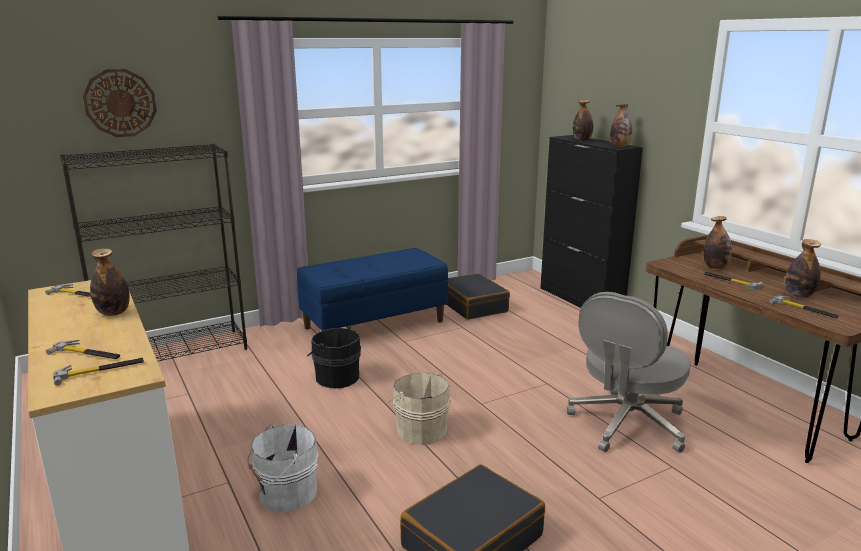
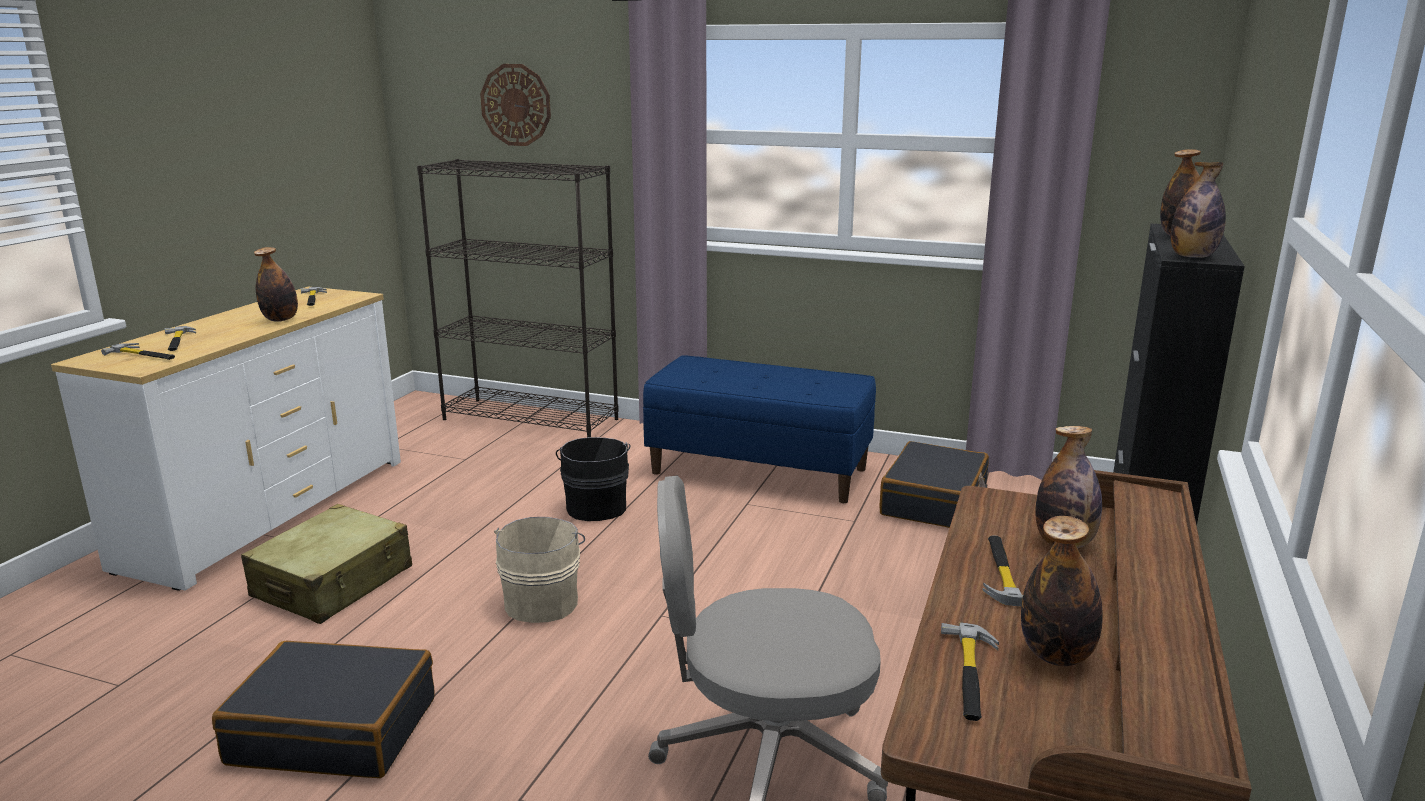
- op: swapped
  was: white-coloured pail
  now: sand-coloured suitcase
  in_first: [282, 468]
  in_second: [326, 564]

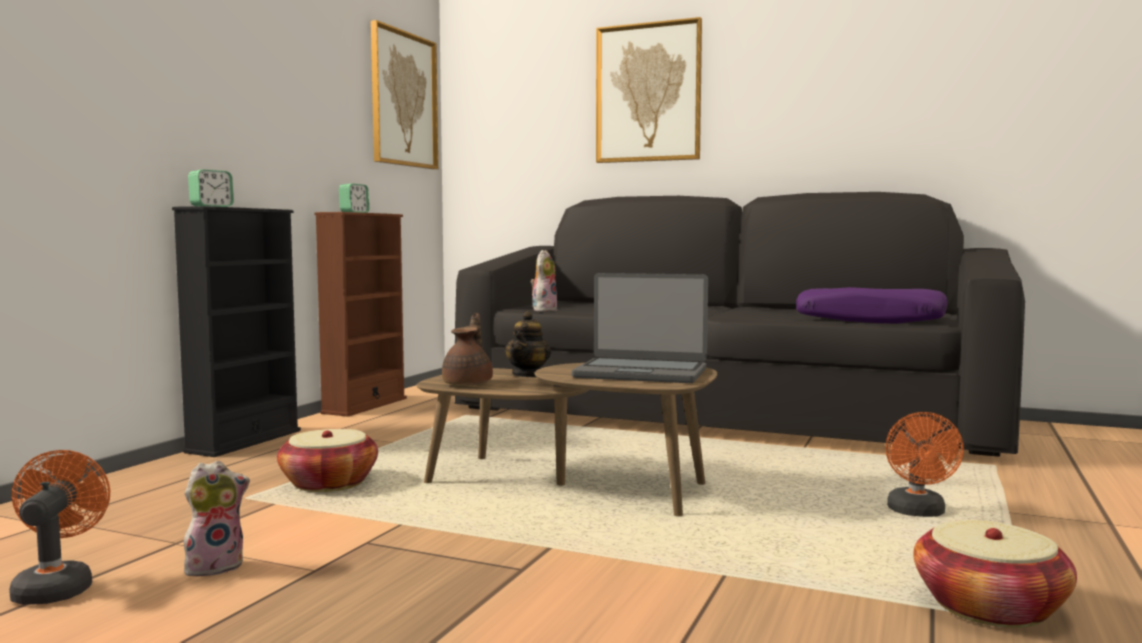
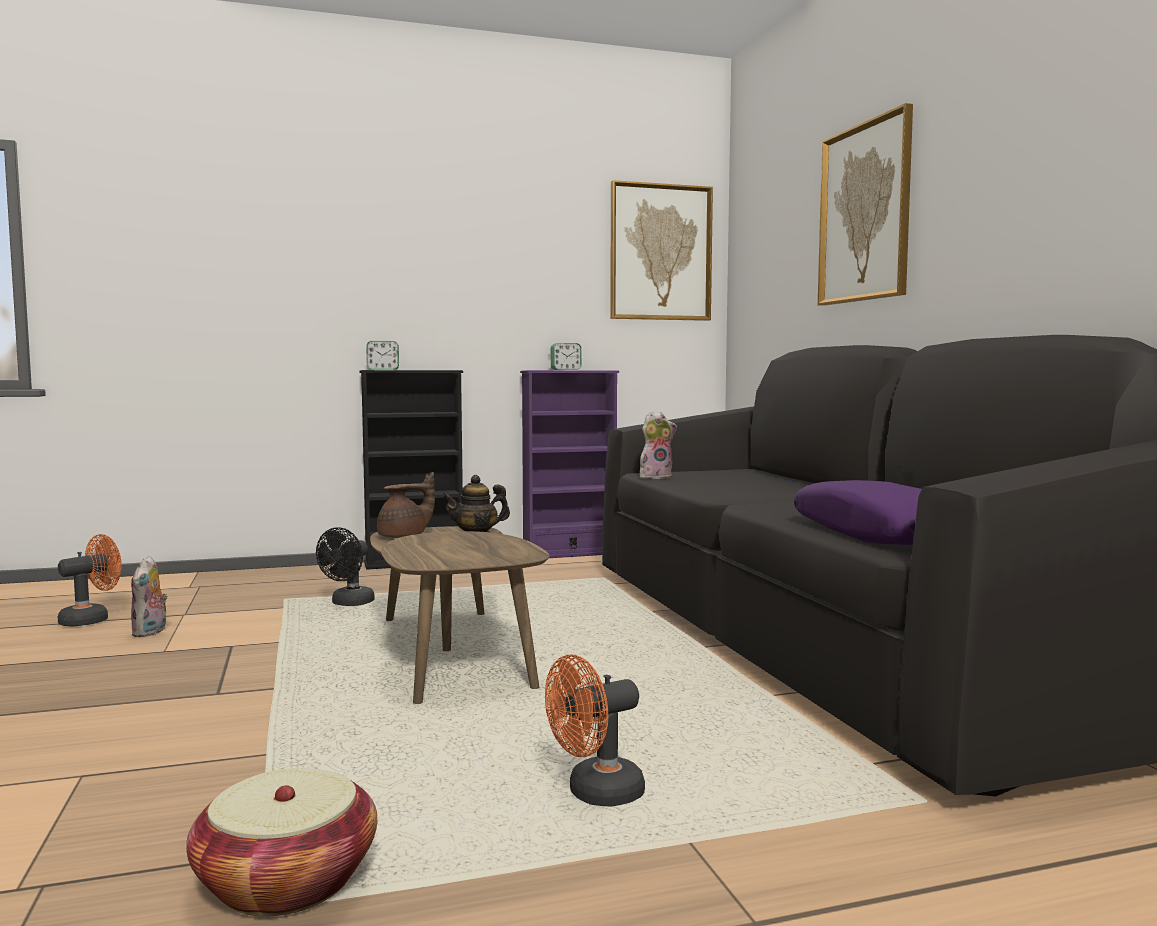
- op: rotated
  was: plush toy
  in_first: [217, 519]
  in_second: [149, 596]
  clockwise: 75
- op: swapped
  was: storage basket
  now: black fan
  in_first: [327, 460]
  in_second: [345, 566]
- op: repainted
  was: brownish bookcase
  now: purple-coloured bookcase
  in_first: [360, 314]
  in_second: [569, 464]
- op: gone
  was: laptop
  in_first: [640, 328]

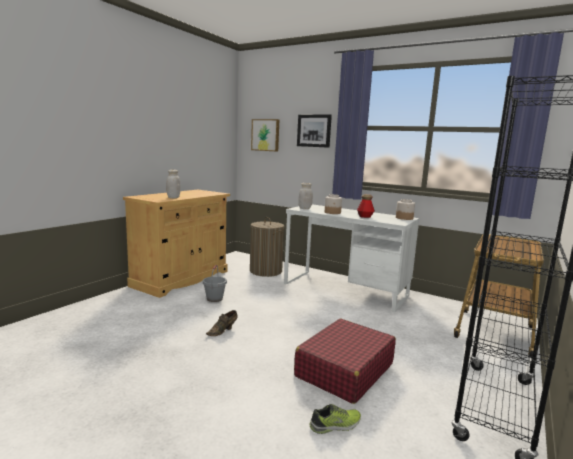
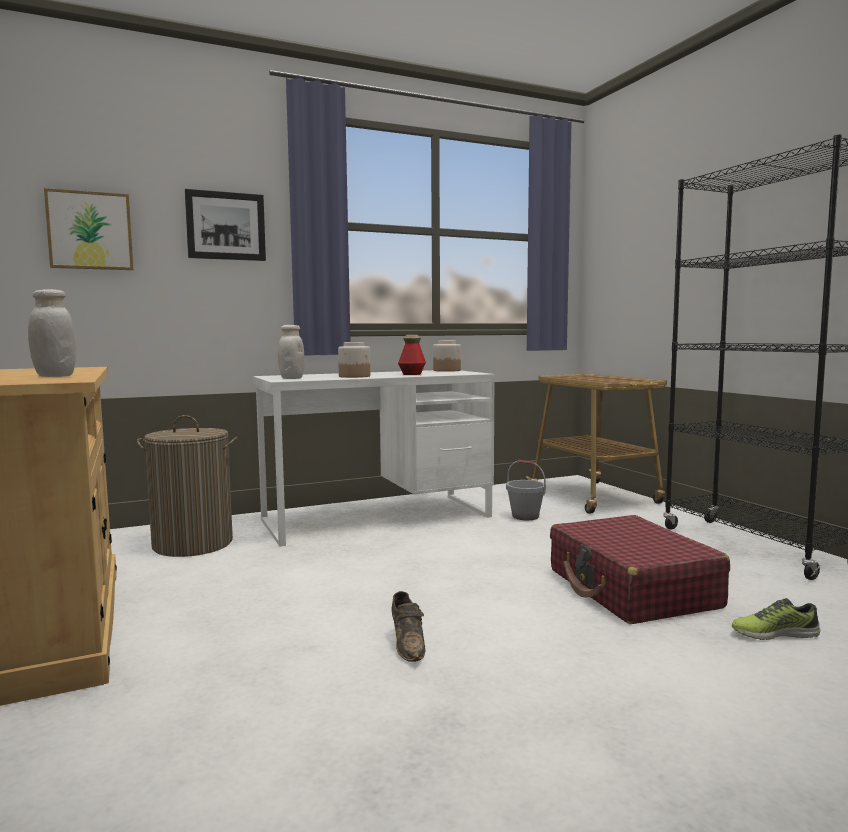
- op: shifted
  was: gray pail
  in_first: [215, 283]
  in_second: [526, 490]
- op: rotated
  was: shoe
  in_first: [335, 419]
  in_second: [776, 619]
  clockwise: -105

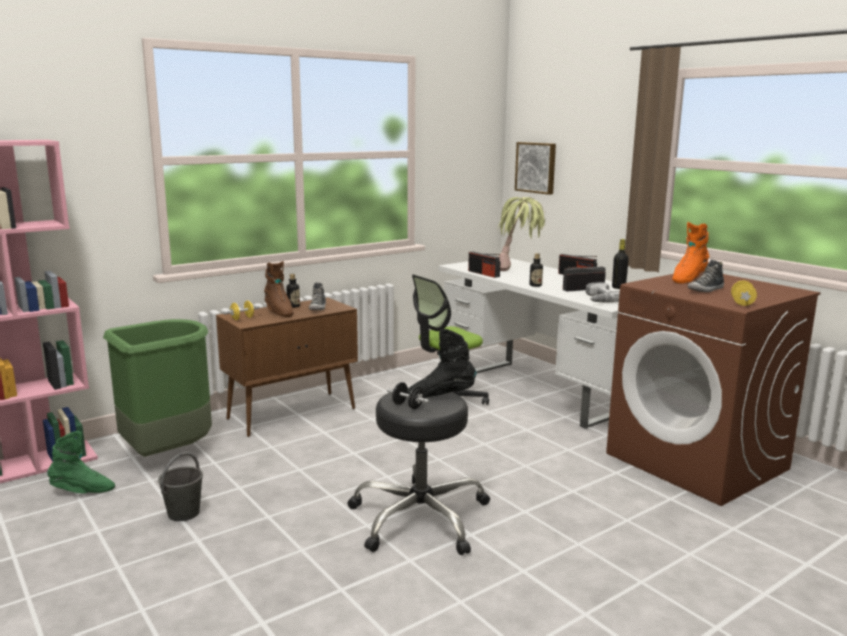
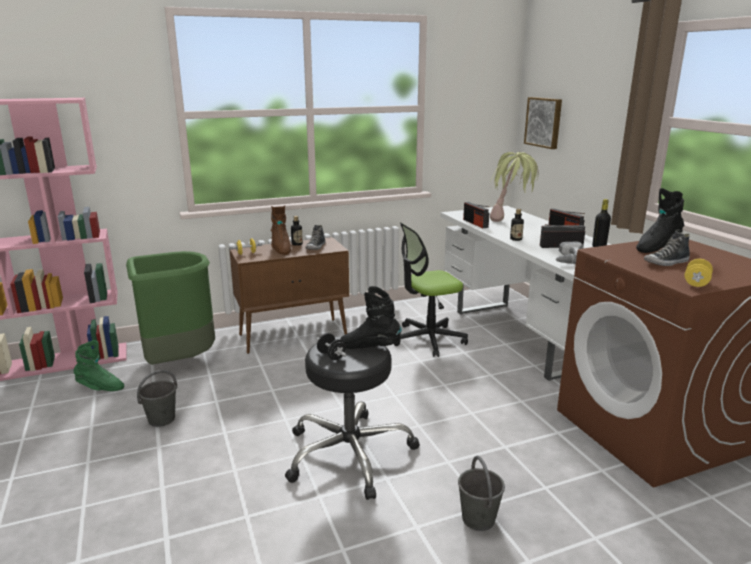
- op: new
  now: gray pail
  in_second: [481, 493]
- op: repainted
  was: orange high-top boot
  now: black high-top boot
  in_first: [690, 253]
  in_second: [660, 220]

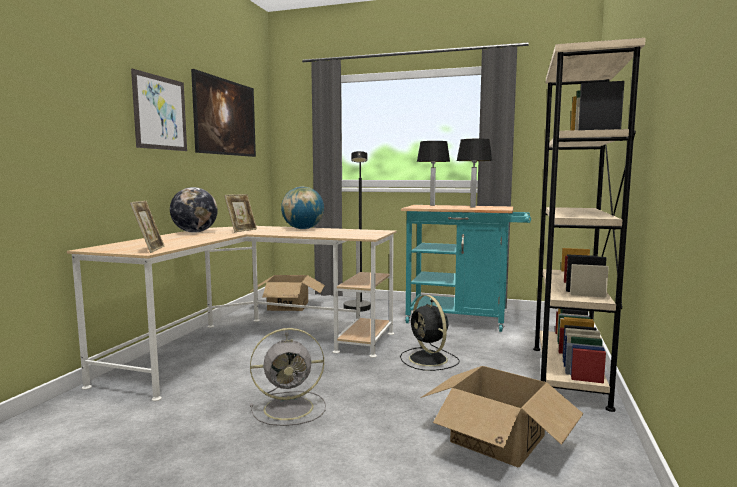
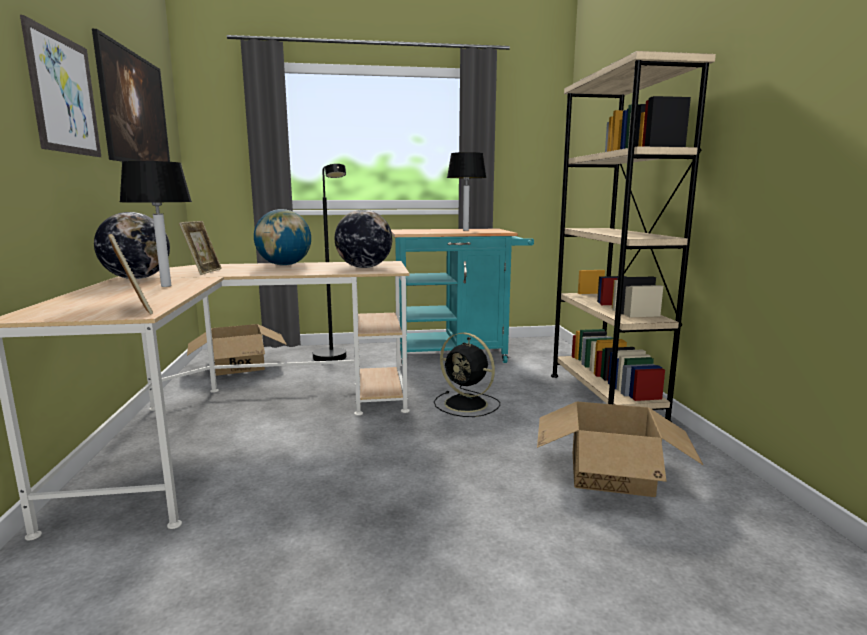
- op: shifted
  was: tabletop lamp
  in_first: [433, 173]
  in_second: [155, 224]
- op: new
  now: desk globe
  in_second: [363, 239]
- op: gone
  was: gray fan
  in_first: [288, 377]

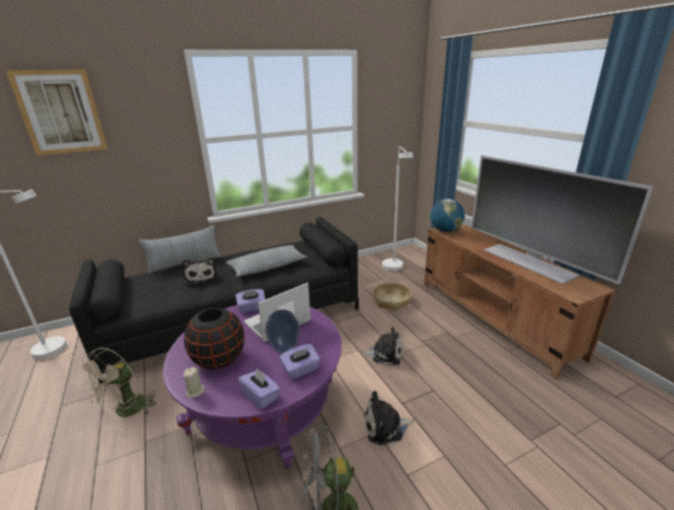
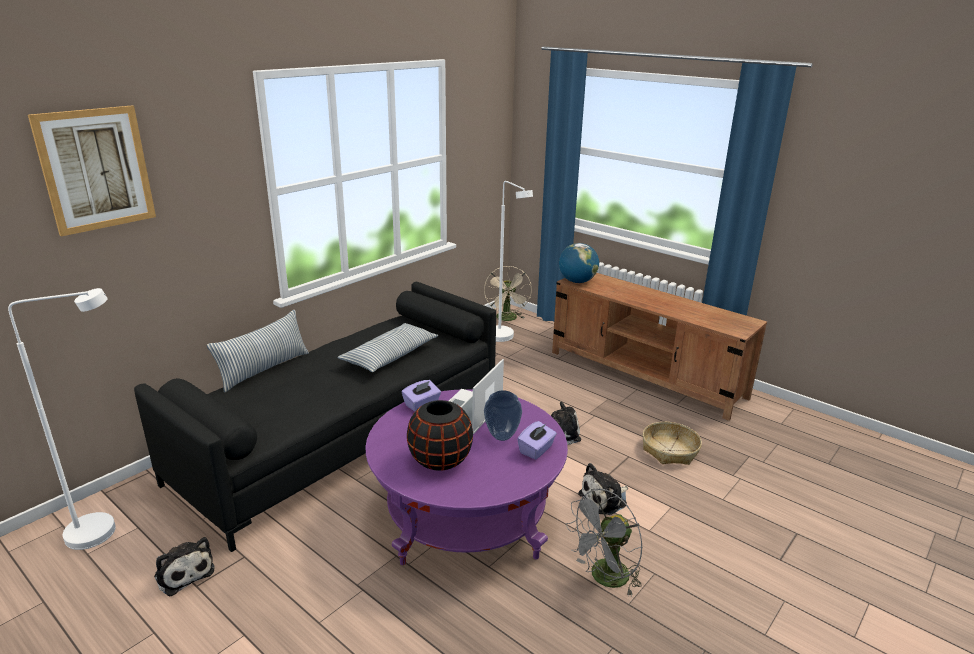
- op: shifted
  was: plush toy
  in_first: [200, 271]
  in_second: [184, 567]
- op: shifted
  was: sand-coloured fan
  in_first: [116, 382]
  in_second: [508, 293]
- op: shifted
  was: storage basket
  in_first: [392, 297]
  in_second: [672, 443]
- op: gone
  was: sand-coloured wax light
  in_first: [194, 382]
- op: gone
  was: purple-coloured tissue box
  in_first: [259, 389]
- op: gone
  was: television
  in_first: [562, 220]

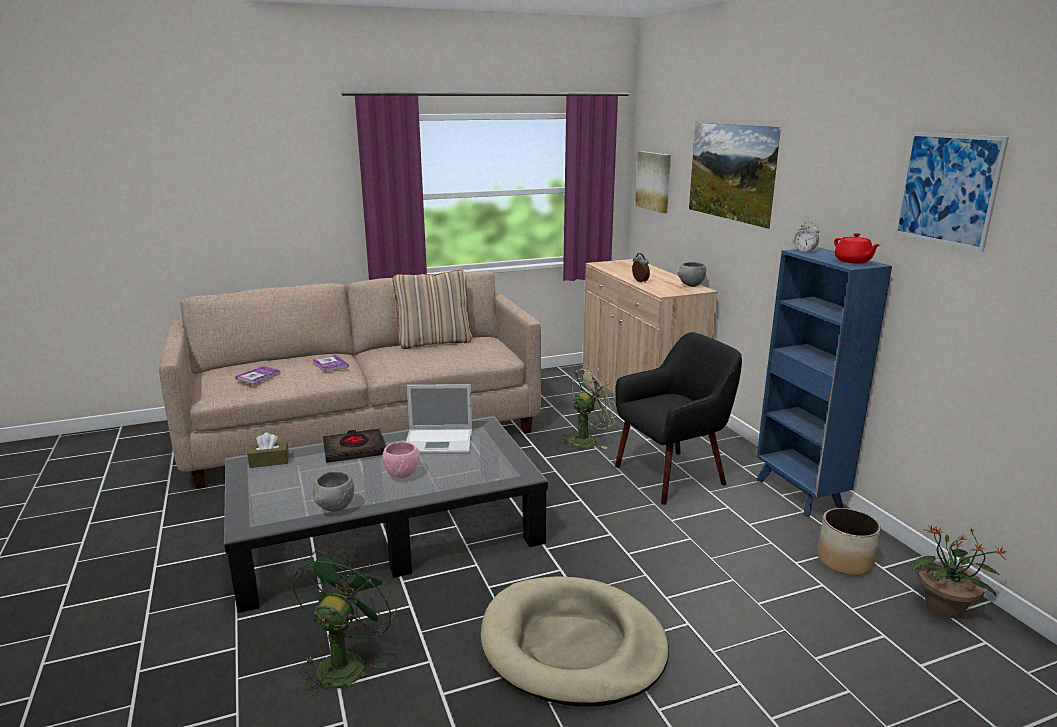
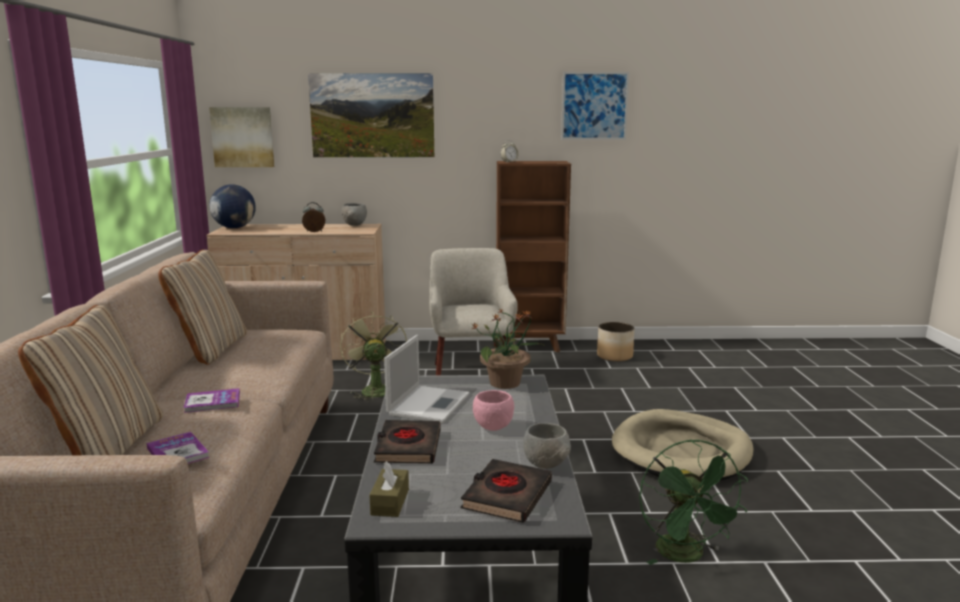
- op: new
  now: sand-coloured cushion
  in_second: [90, 380]
- op: new
  now: desk globe
  in_second: [232, 206]
- op: repainted
  was: black lounge chair
  now: sand-coloured lounge chair
  in_first: [678, 418]
  in_second: [473, 311]
- op: new
  now: black bound book
  in_second: [506, 491]
- op: shifted
  was: plant in a pot
  in_first: [959, 571]
  in_second: [507, 349]
- op: repainted
  was: bluish bookcase
  now: brownish bookcase
  in_first: [824, 382]
  in_second: [533, 256]
- op: rotated
  was: green fan
  in_first: [345, 622]
  in_second: [693, 502]
  clockwise: -135
- op: gone
  was: red tea pot
  in_first: [857, 248]

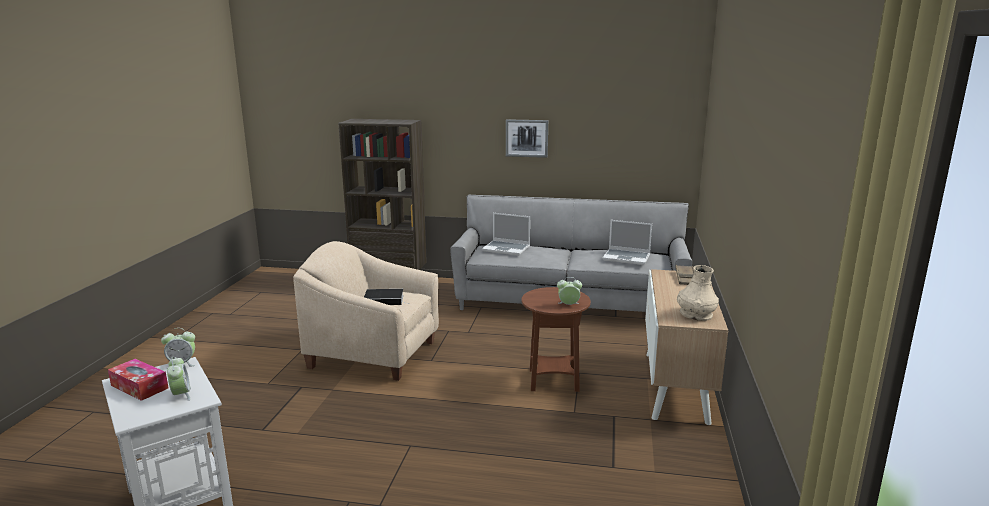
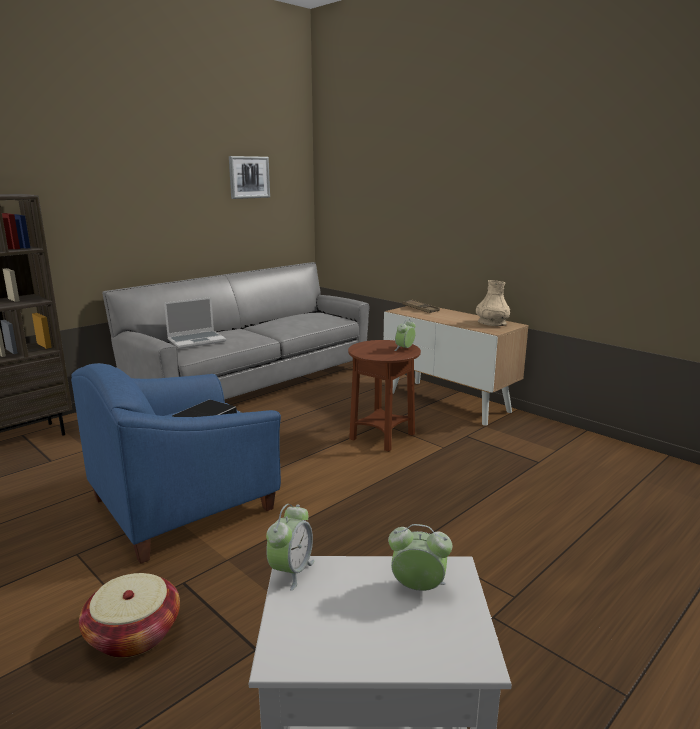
- op: repainted
  was: sand-coloured lounge chair
  now: bluish lounge chair
  in_first: [366, 311]
  in_second: [176, 463]
- op: new
  now: storage basket
  in_second: [129, 615]
- op: shifted
  was: wall picture
  in_first: [527, 138]
  in_second: [249, 177]
- op: gone
  was: tissue box
  in_first: [138, 380]
- op: gone
  was: laptop
  in_first: [627, 242]

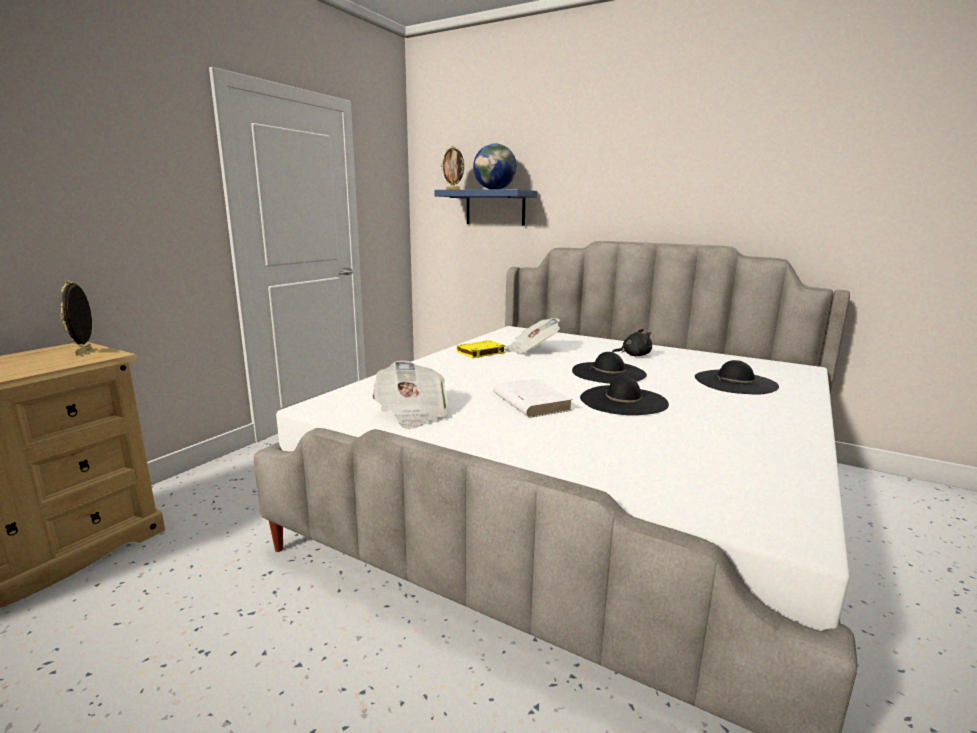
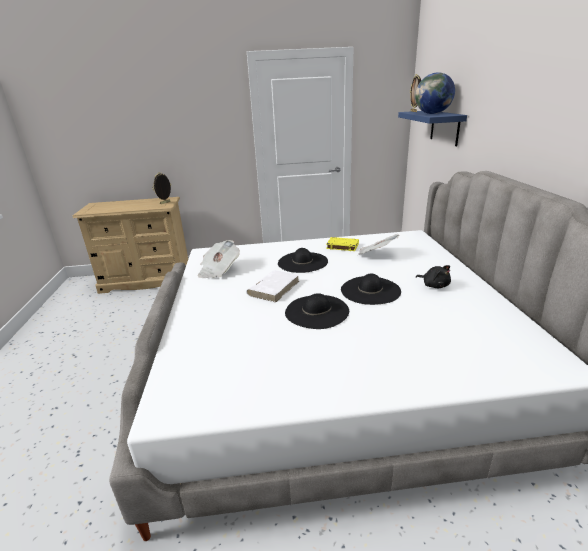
- op: shifted
  was: black clothing hat
  in_first: [737, 377]
  in_second: [303, 260]

